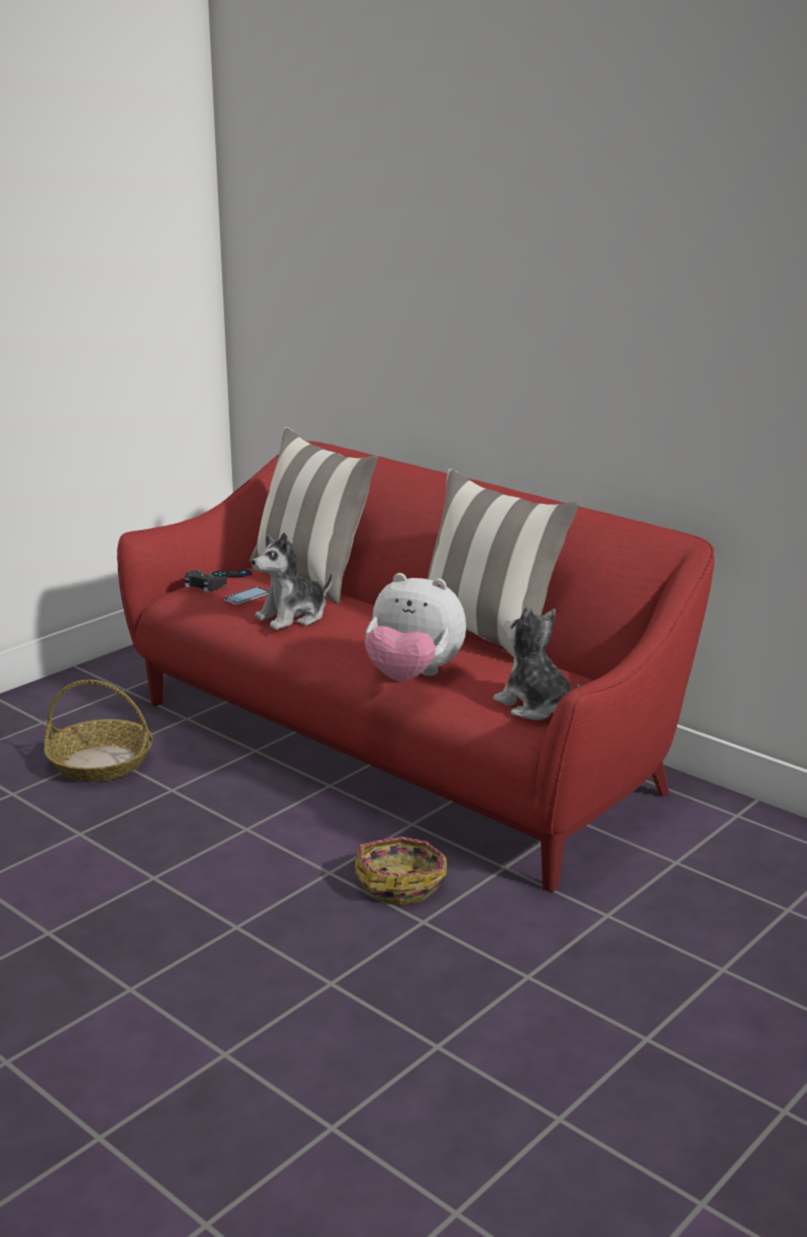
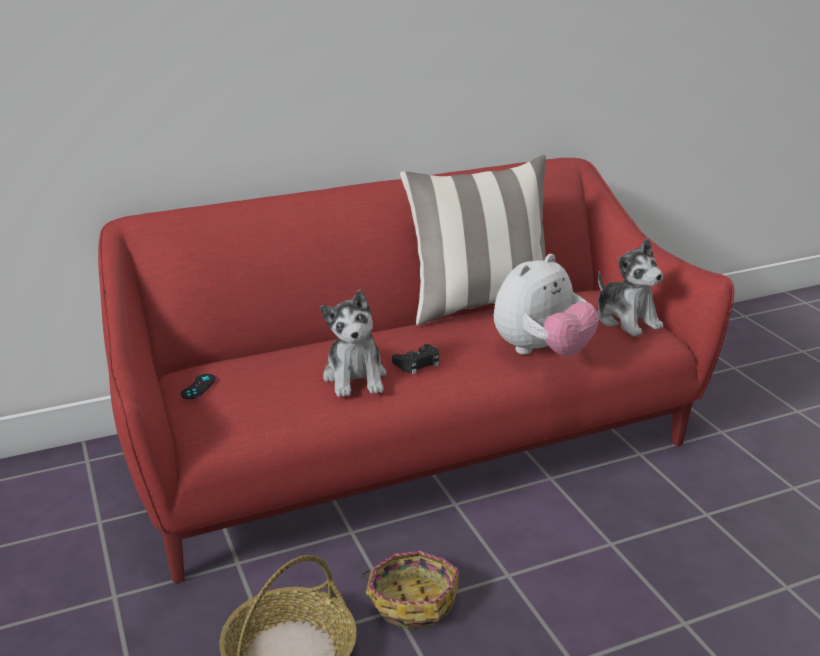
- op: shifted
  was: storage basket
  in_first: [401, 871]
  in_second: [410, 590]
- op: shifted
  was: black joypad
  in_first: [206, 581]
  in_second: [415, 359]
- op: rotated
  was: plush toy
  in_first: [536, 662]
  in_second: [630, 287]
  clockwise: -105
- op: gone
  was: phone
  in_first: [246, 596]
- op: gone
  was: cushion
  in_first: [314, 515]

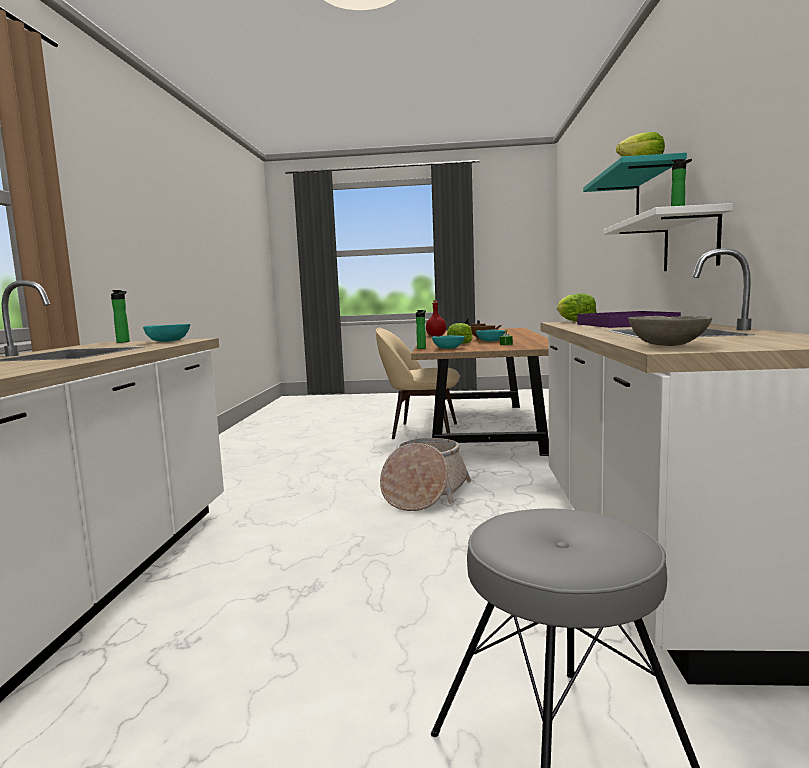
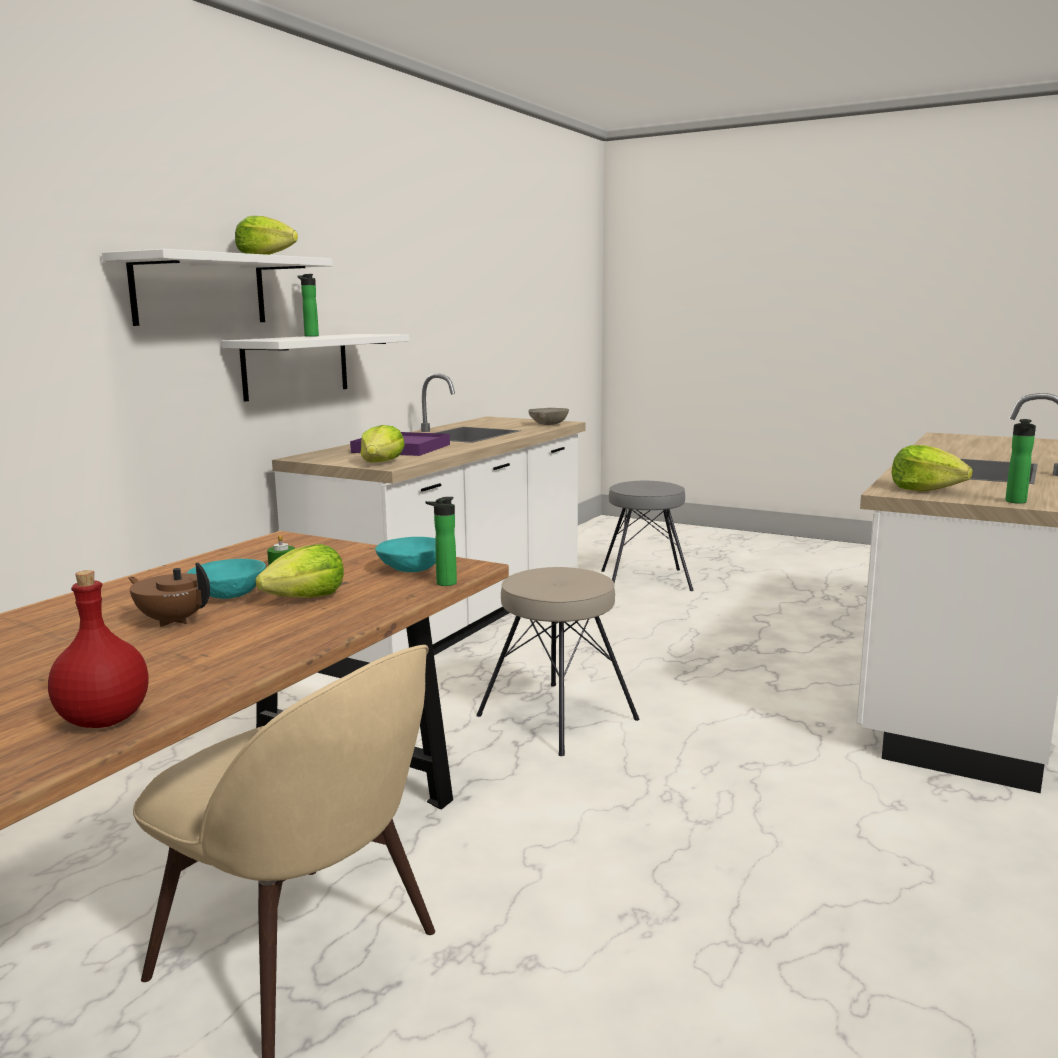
- op: repainted
  was: blue-green bracket shelf
  now: white-coloured bracket shelf
  in_first: [635, 184]
  in_second: [217, 287]
- op: swapped
  was: storage basket
  now: sand-coloured sitting stool
  in_first: [426, 474]
  in_second: [557, 661]
- op: swapped
  was: blue-green bowl
  now: head of lettuce
  in_first: [166, 333]
  in_second: [932, 468]

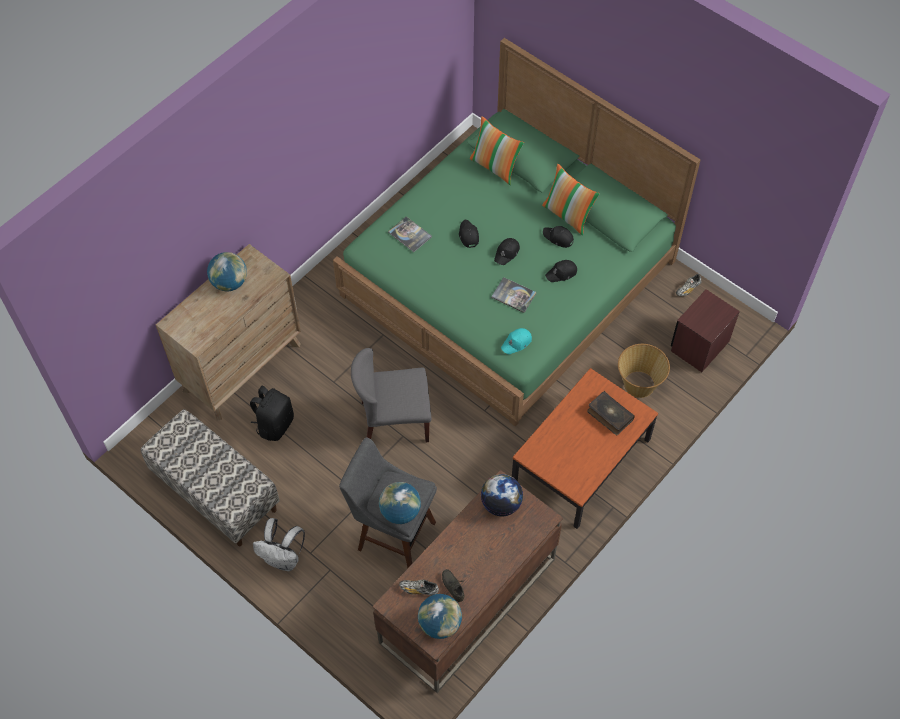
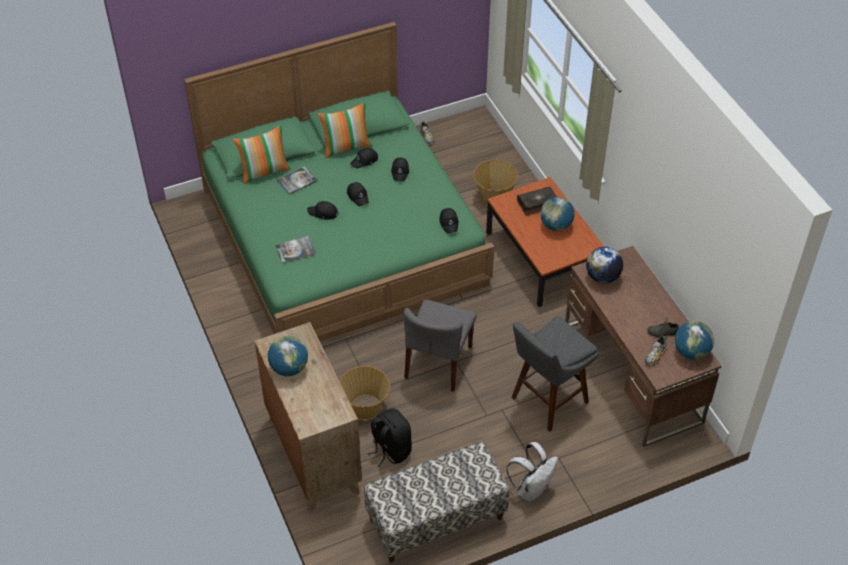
- op: shifted
  was: bound book
  in_first: [514, 295]
  in_second: [297, 180]
- op: new
  now: storage basket
  in_second: [364, 393]
- op: repainted
  was: blue-green cap
  now: black cap
  in_first: [516, 341]
  in_second: [449, 220]
- op: shifted
  was: desk globe
  in_first: [400, 503]
  in_second: [557, 214]
- op: gone
  was: brownish bedside table
  in_first: [705, 330]

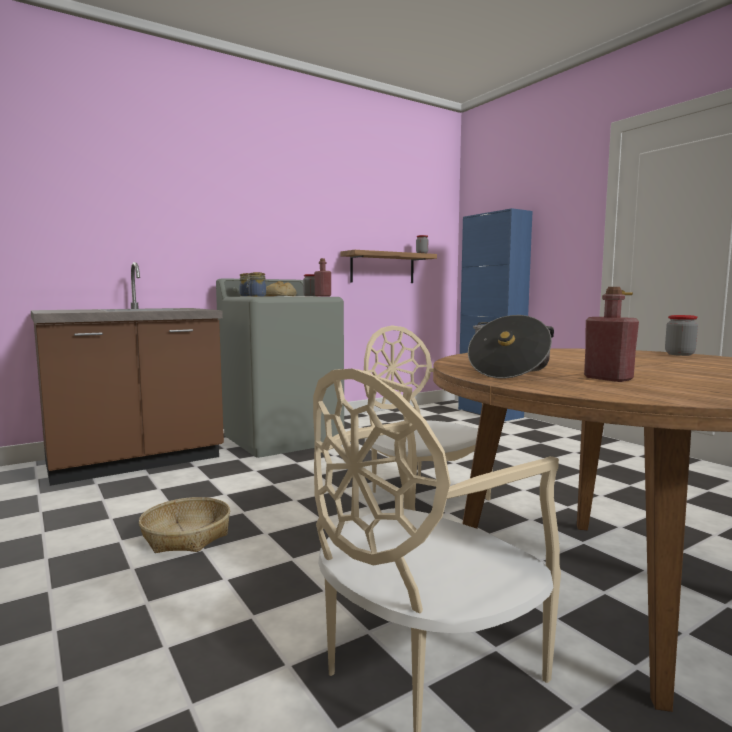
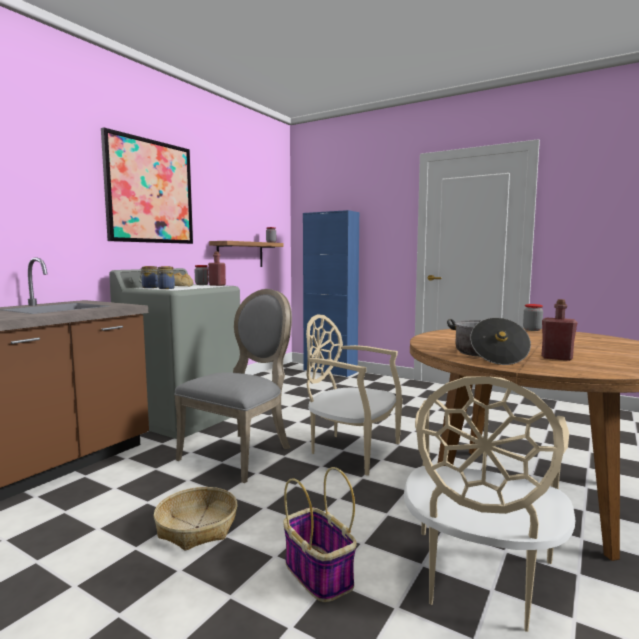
- op: new
  now: wall picture
  in_second: [147, 185]
- op: new
  now: gray chair
  in_second: [233, 386]
- op: new
  now: storage basket
  in_second: [320, 534]

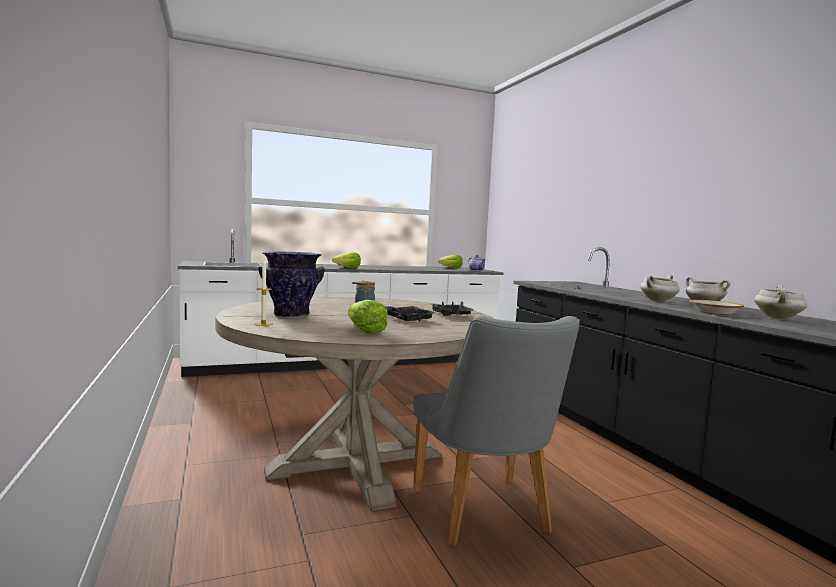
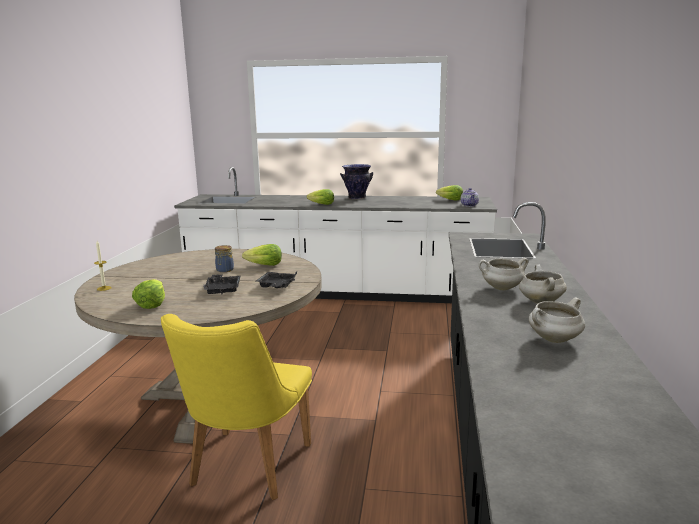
- op: repainted
  was: gray chair
  now: yellow chair
  in_first: [496, 431]
  in_second: [236, 407]
- op: new
  now: head of lettuce
  in_second: [262, 255]
- op: shifted
  was: decorative vase
  in_first: [291, 285]
  in_second: [356, 181]
- op: gone
  was: bowl
  in_first: [716, 307]

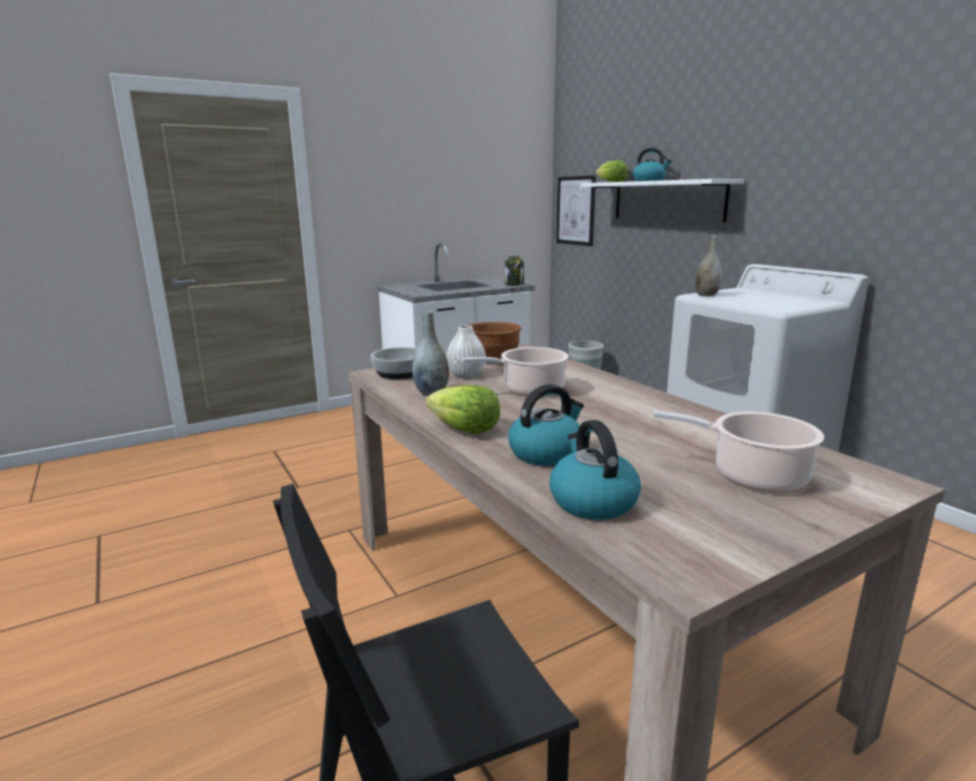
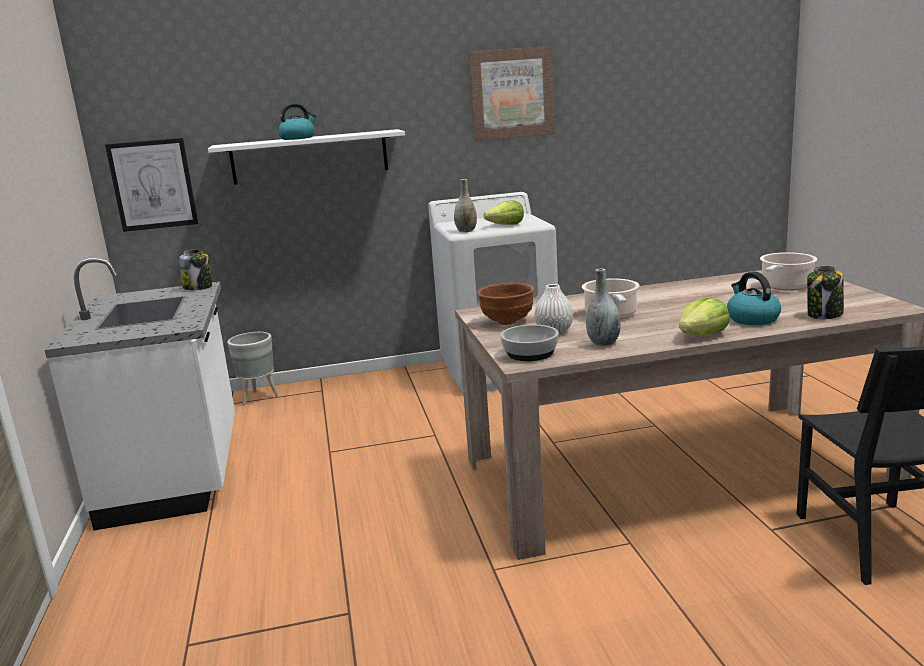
- op: new
  now: wall picture
  in_second: [512, 93]
- op: shifted
  was: head of lettuce
  in_first: [612, 171]
  in_second: [504, 212]
- op: swapped
  was: kettle
  now: storage jar
  in_first: [595, 470]
  in_second: [825, 292]

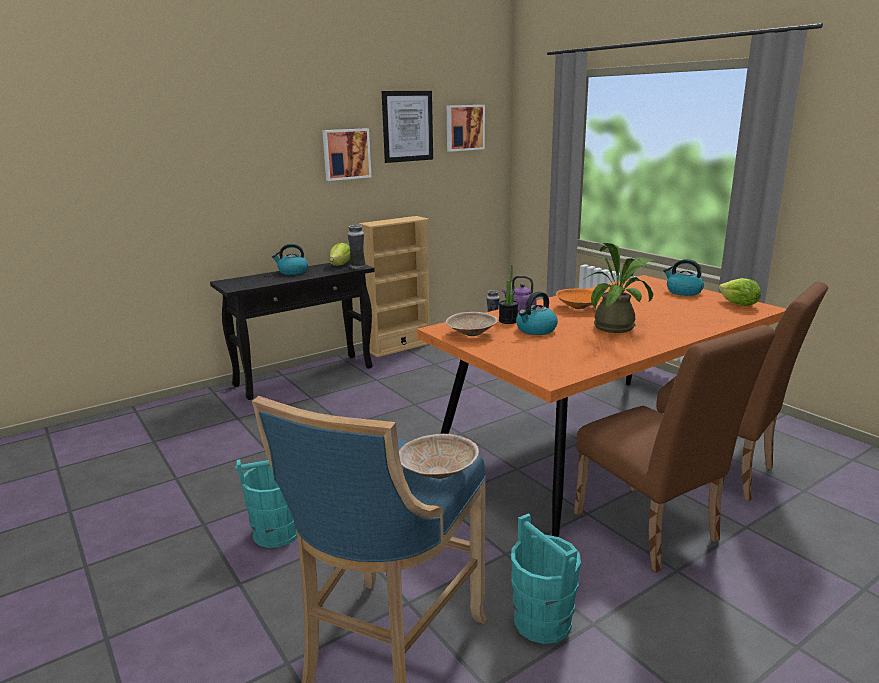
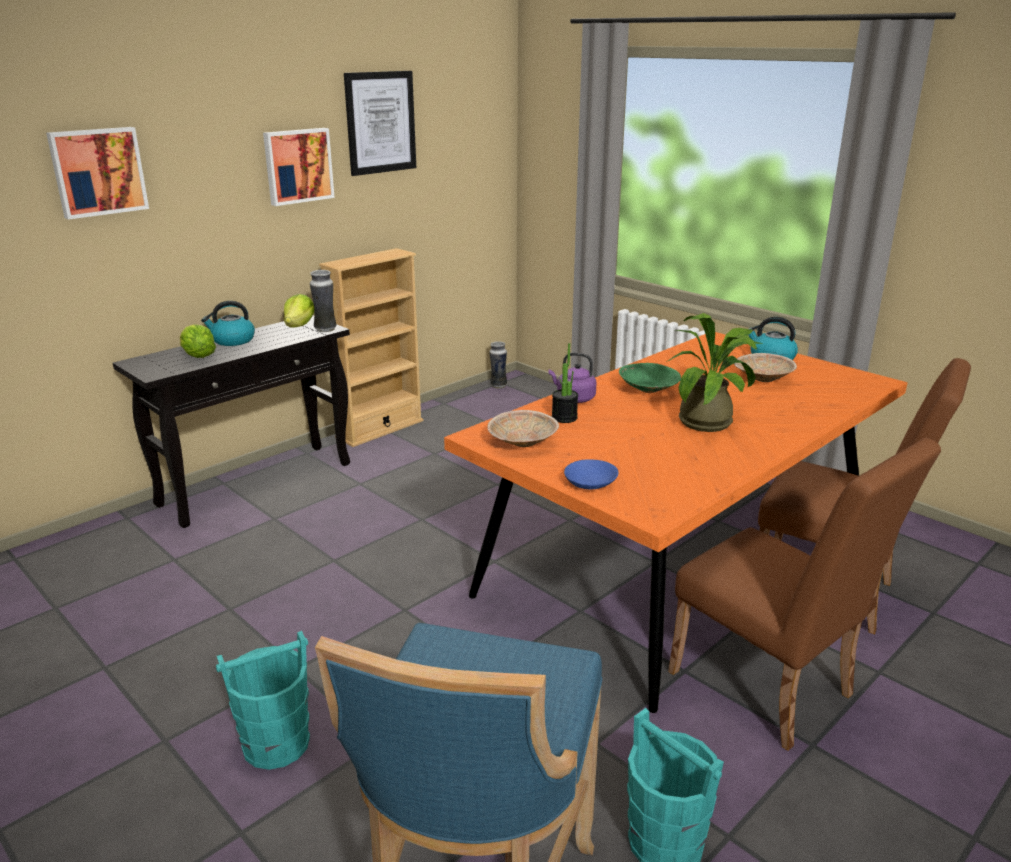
- op: shifted
  was: wall picture
  in_first: [466, 128]
  in_second: [97, 173]
- op: shifted
  was: head of lettuce
  in_first: [740, 292]
  in_second: [198, 341]
- op: new
  now: bluish bowl
  in_second: [591, 474]
- op: repainted
  was: orange bowl
  now: green bowl
  in_first: [579, 298]
  in_second: [650, 378]
- op: shifted
  was: sand-coloured bowl
  in_first: [439, 456]
  in_second: [765, 367]
- op: gone
  was: kettle
  in_first: [537, 313]

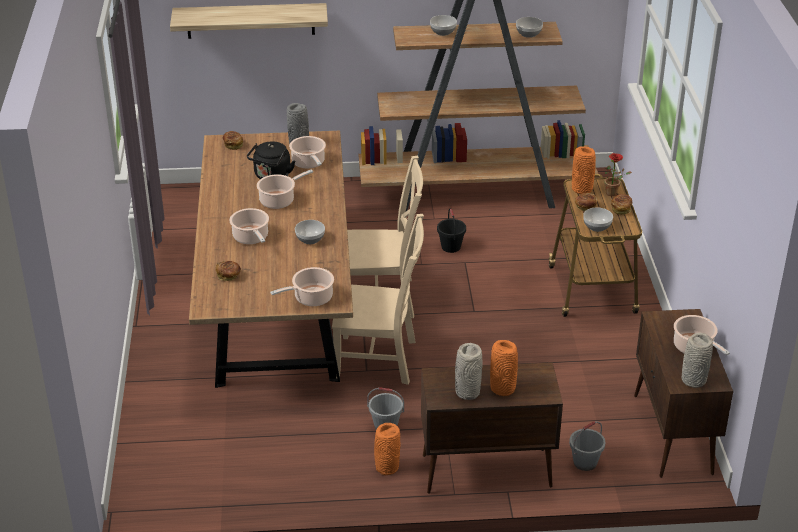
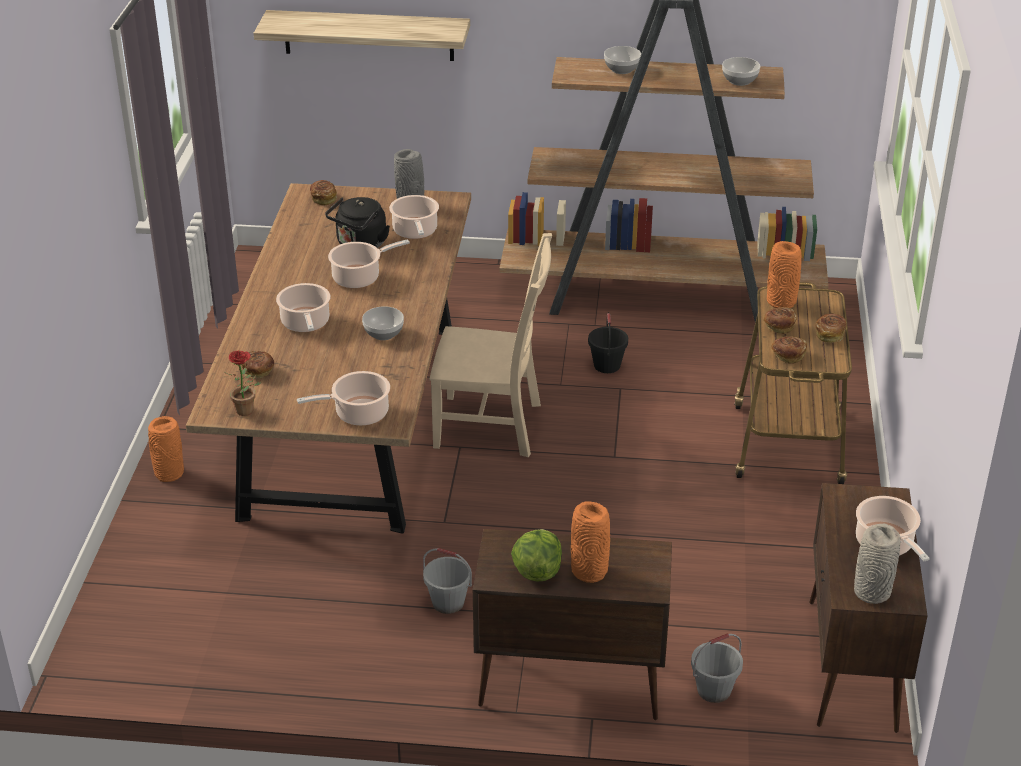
- op: shifted
  was: orange decorative vase
  in_first: [387, 449]
  in_second: [166, 449]
- op: shifted
  was: plant in a pot
  in_first: [618, 174]
  in_second: [242, 383]
- op: swapped
  was: gray decorative vase
  now: head of lettuce
  in_first: [469, 371]
  in_second: [536, 555]
- op: swapped
  was: bowl
  now: bakery bread
  in_first: [598, 220]
  in_second: [789, 350]
- op: gone
  was: sand-coloured chair
  in_first: [378, 299]

